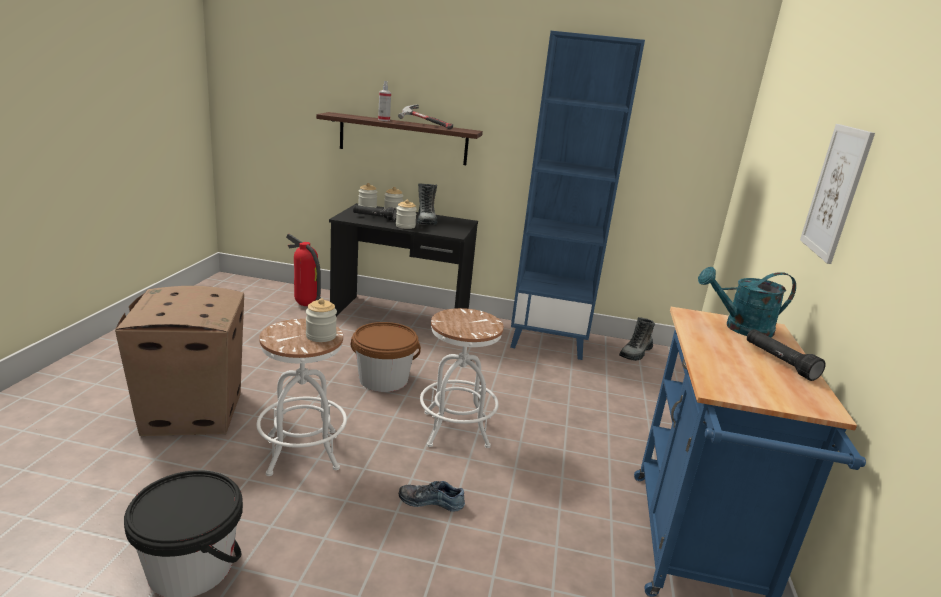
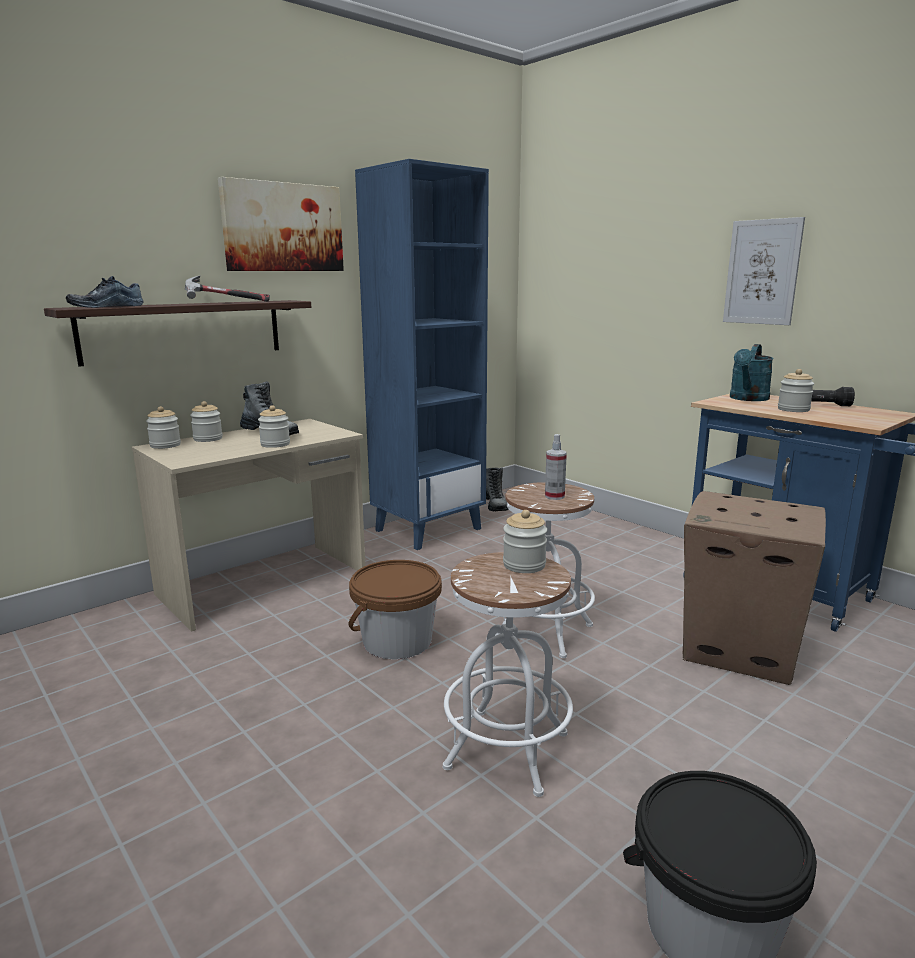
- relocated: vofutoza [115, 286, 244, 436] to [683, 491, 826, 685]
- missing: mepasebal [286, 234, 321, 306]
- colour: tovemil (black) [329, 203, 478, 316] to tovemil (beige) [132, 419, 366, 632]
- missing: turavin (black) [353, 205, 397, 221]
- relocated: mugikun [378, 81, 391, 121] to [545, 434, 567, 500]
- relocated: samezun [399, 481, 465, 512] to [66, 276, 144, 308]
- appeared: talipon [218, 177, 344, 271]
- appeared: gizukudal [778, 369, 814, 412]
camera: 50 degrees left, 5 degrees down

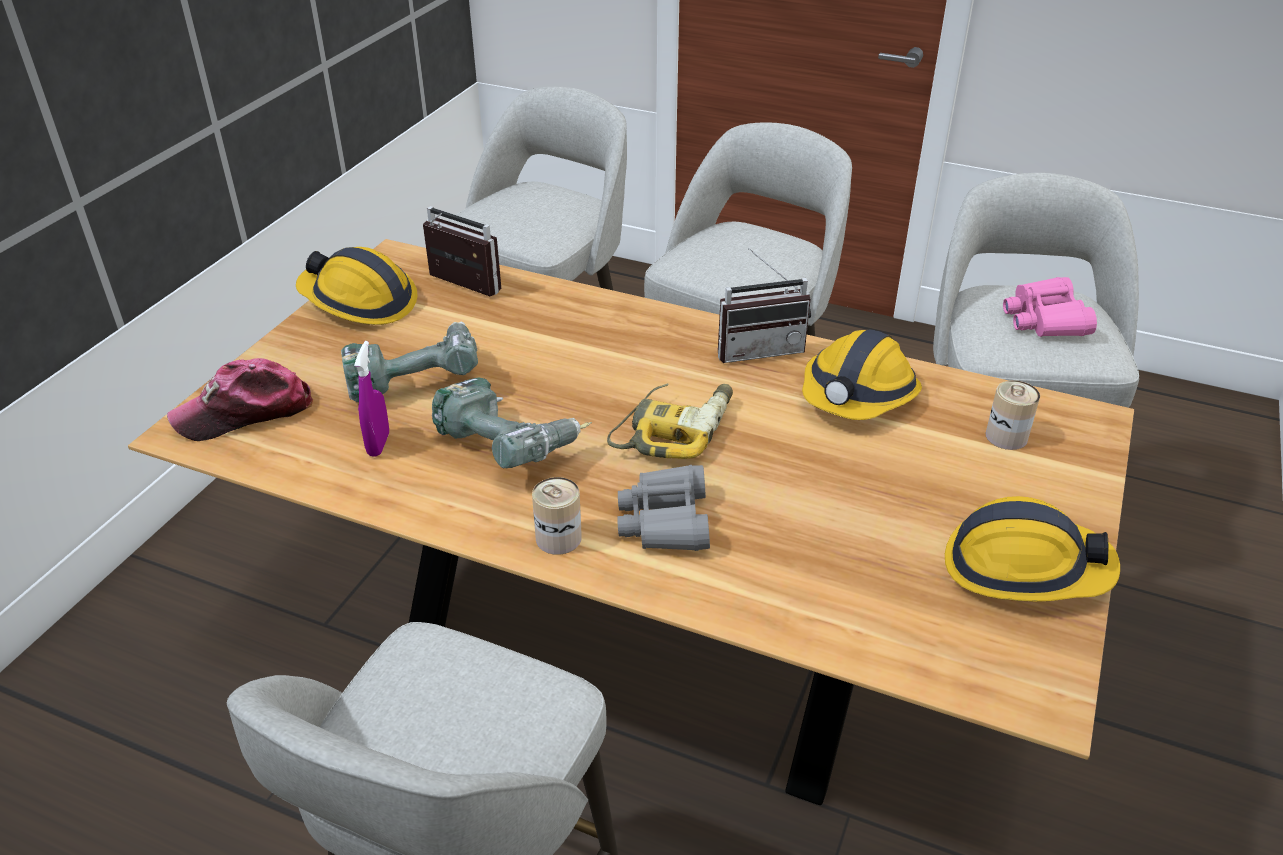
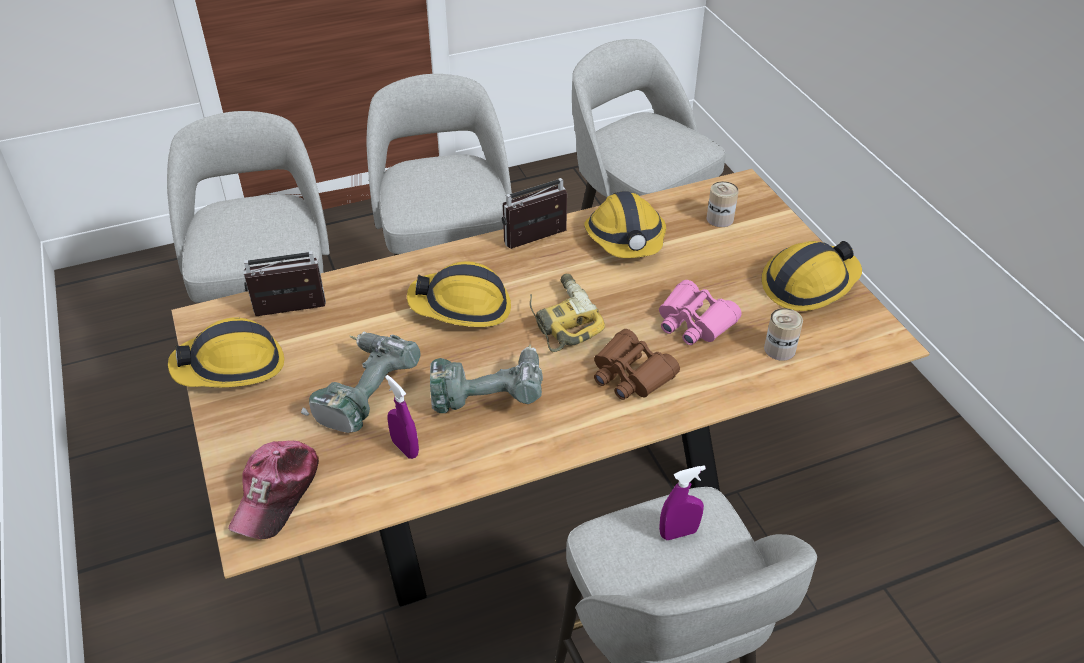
- relocated: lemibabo [532, 477, 582, 555] to [764, 308, 803, 361]
- colour: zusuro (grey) [617, 465, 710, 551] to zusuro (brown) [594, 329, 680, 400]
- spun: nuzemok [718, 248, 811, 363] = [502, 178, 567, 249] 150 degrees counterclockwise
- relocated: zusuro (pink) [1003, 277, 1097, 337] to [659, 280, 742, 345]
- appeared: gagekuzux [407, 261, 511, 327]
- appeared: mugikun (purple) [659, 465, 706, 540]
camera: 45 degrees left, 5 degrees up

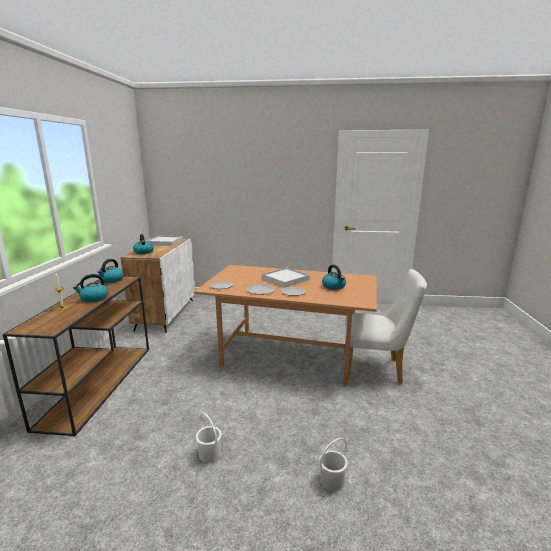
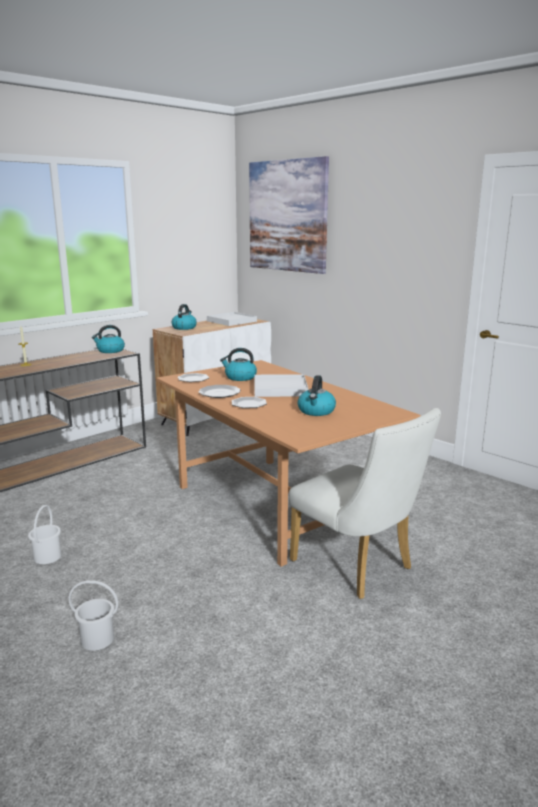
- relocated: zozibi [73, 274, 108, 302] to [220, 348, 257, 381]
- appeared: talipon [249, 156, 329, 274]
camera: 40 degrees right, 0 degrees up

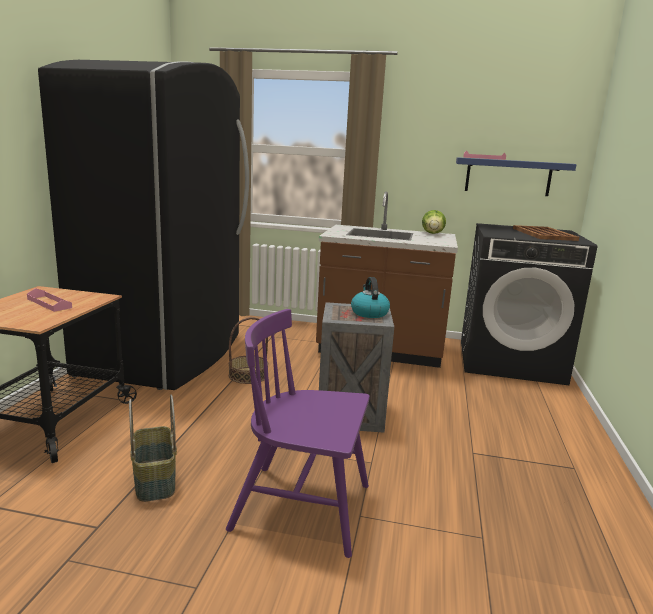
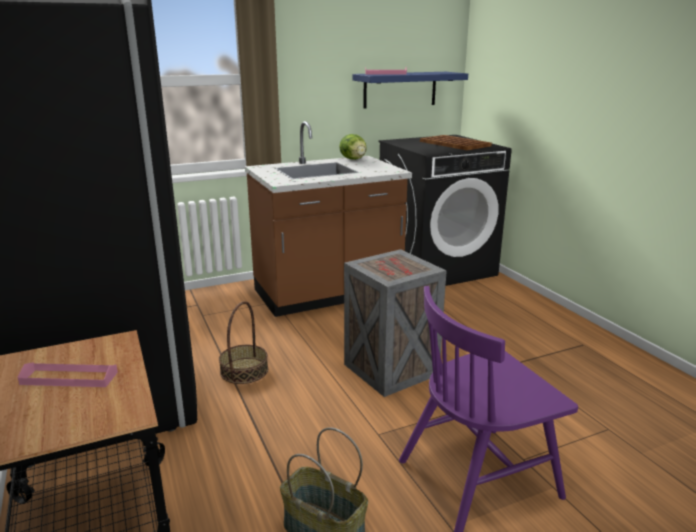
- missing: zozibi [351, 277, 390, 318]
camera: 35 degrees left, 5 degrees up

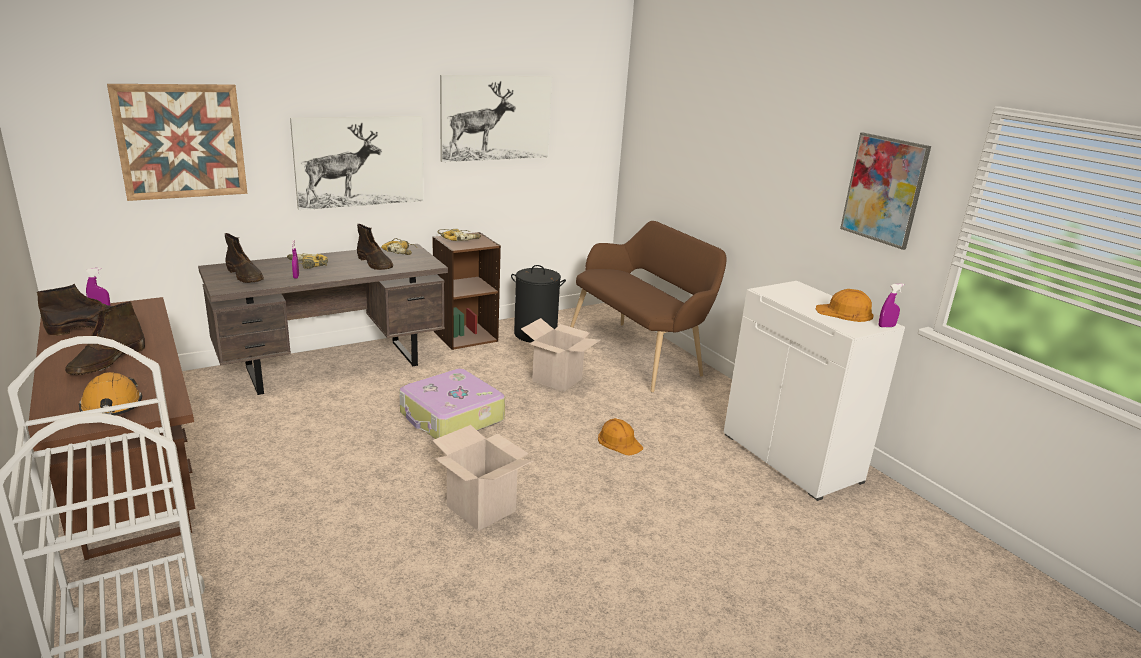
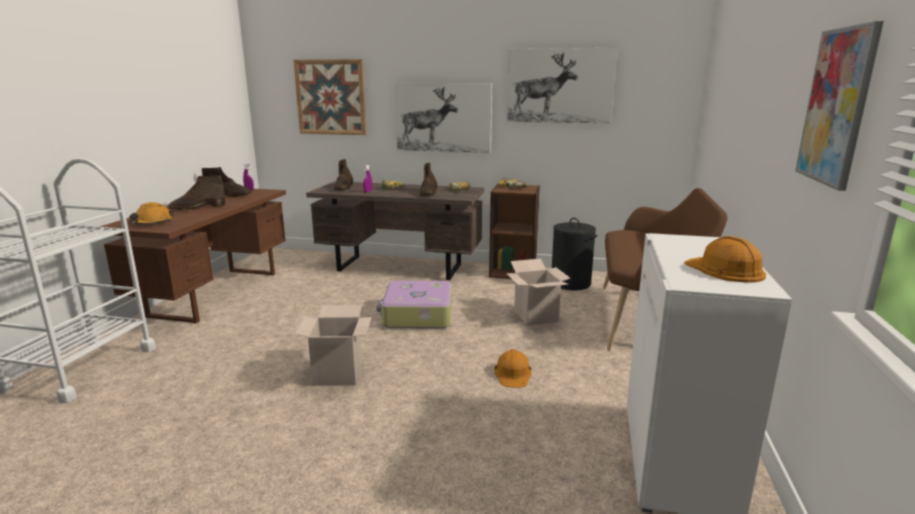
- missing: mugikun (purple) [879, 284, 904, 327]
camera: 45 degrees right, 5 degrees down

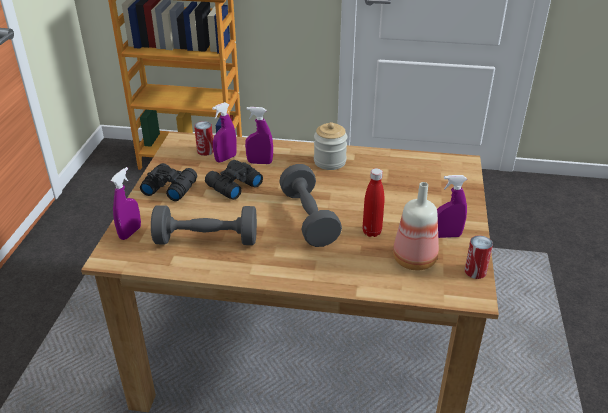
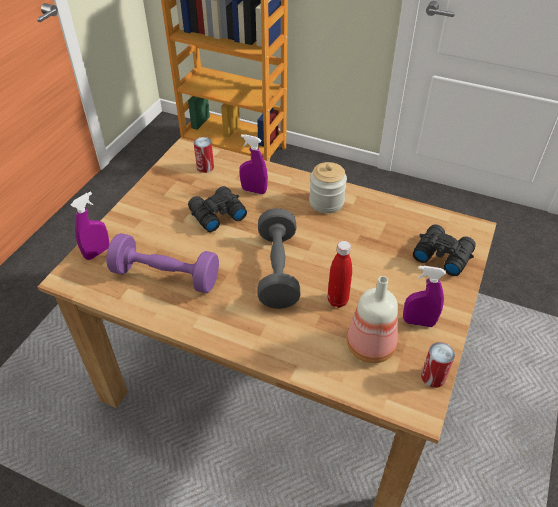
- relocated: zusuro (black) [140, 163, 197, 201] to [413, 224, 476, 276]
- colour: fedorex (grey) [151, 205, 257, 245] to fedorex (purple) [106, 233, 219, 293]
- missing: mugikun (purple) [212, 102, 237, 163]
camera: 15 degrees right, 10 degrees up

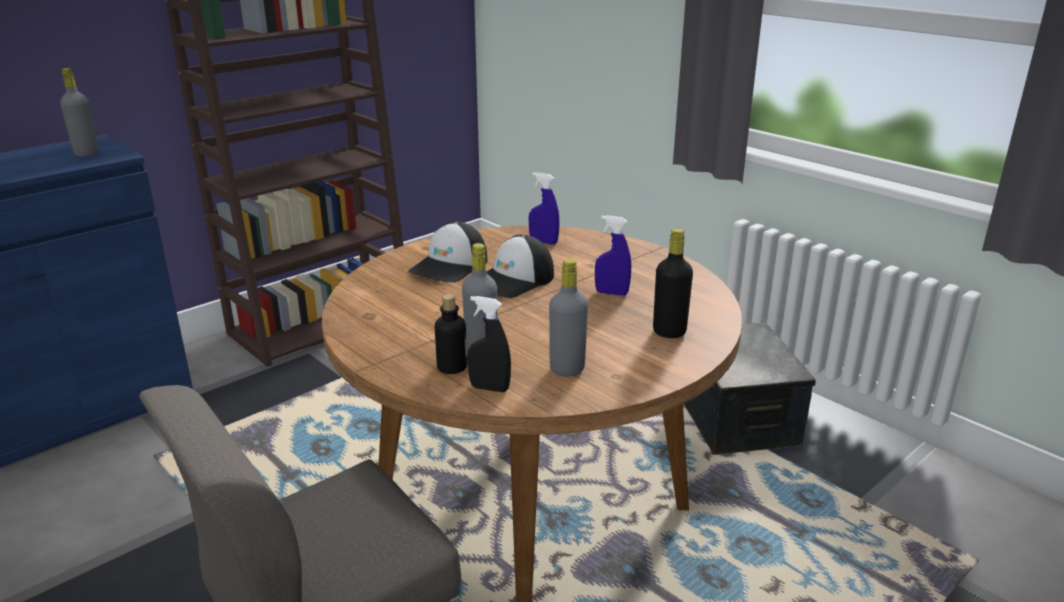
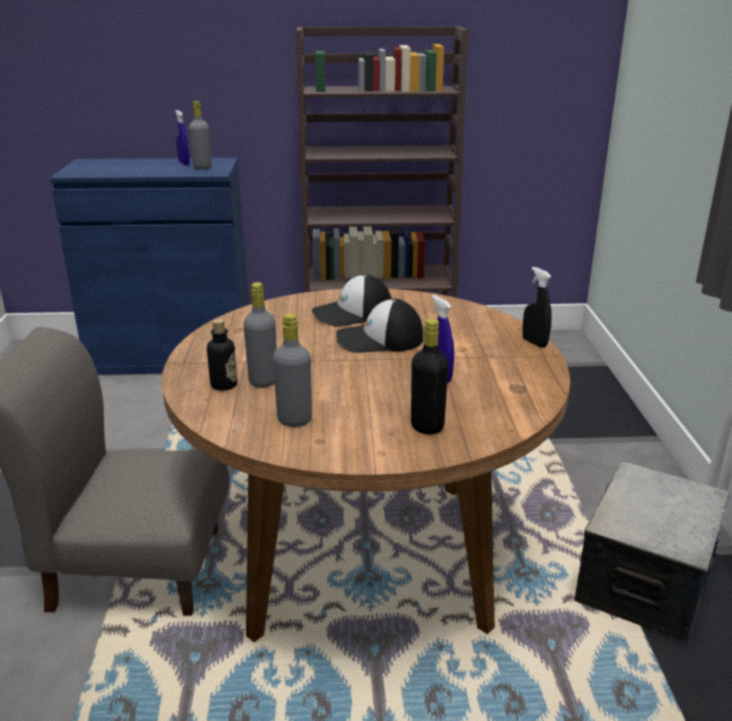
- relocated: mugikun (black) [467, 296, 511, 392] to [522, 267, 552, 348]
- relocated: mugikun (blue) [529, 172, 560, 245] to [175, 110, 190, 165]
camera: 40 degrees right, 0 degrees up

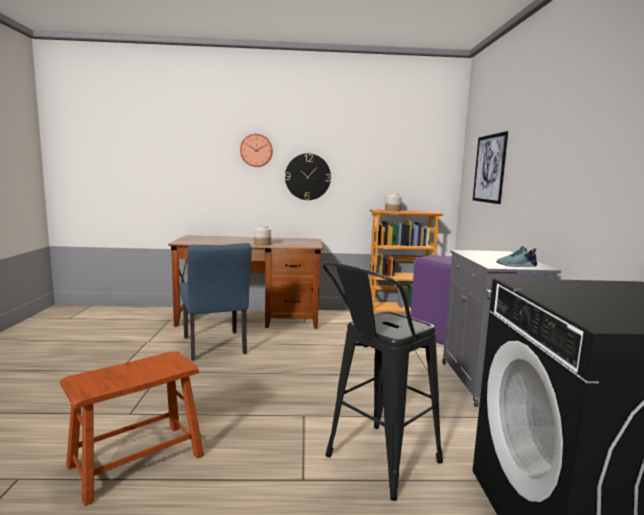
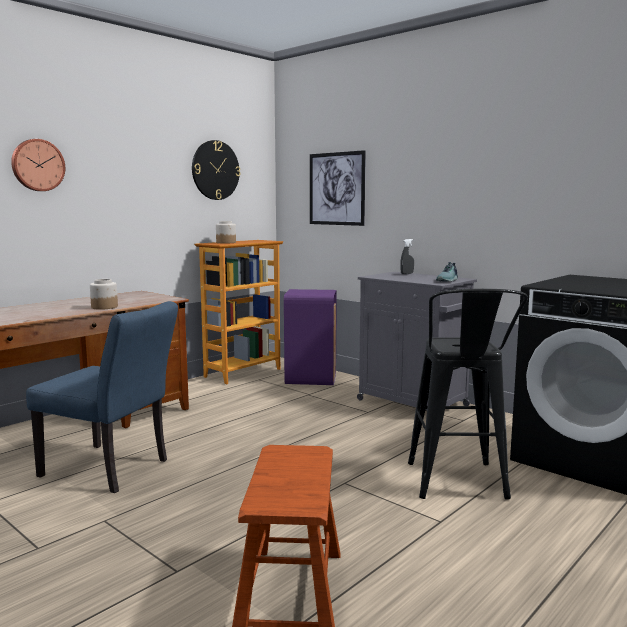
- relocated: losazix [285, 153, 331, 200] to [192, 140, 241, 200]
- appeared: mugikun (grey) [400, 239, 414, 274]
camera: 45 degrees left, 0 degrees up

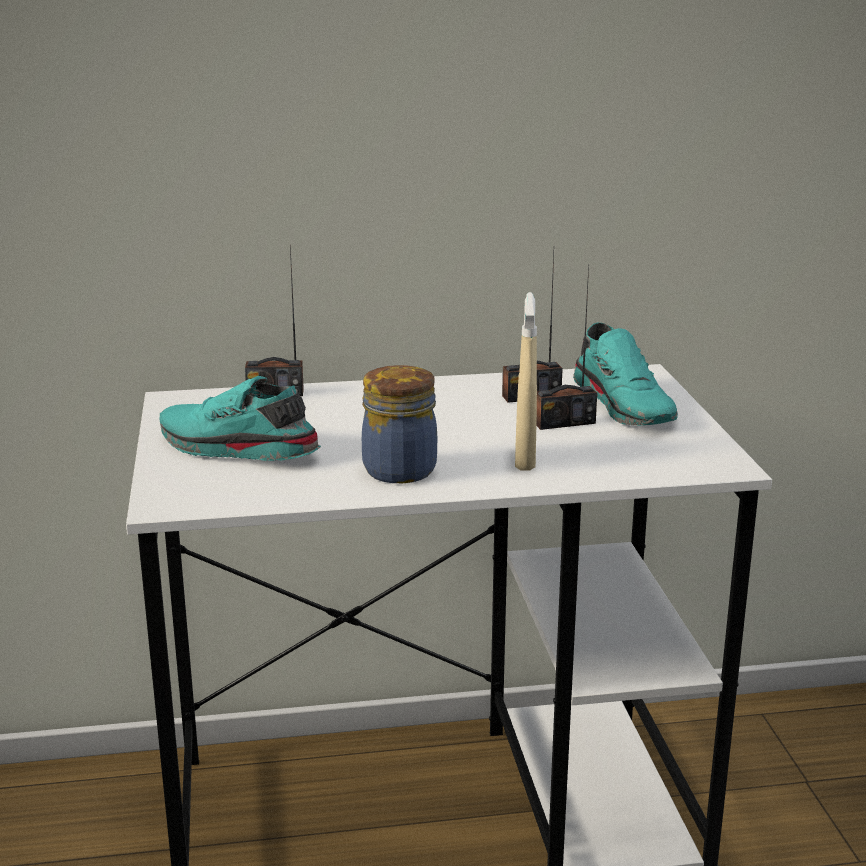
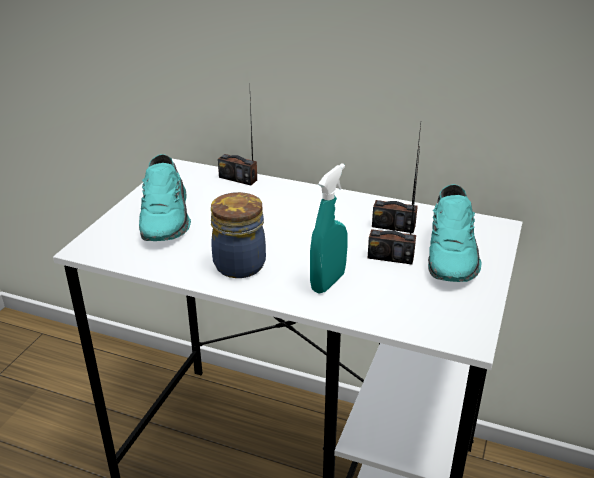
- spun: samezun (turquoise) [159, 376, 321, 461] = [139, 154, 191, 241] 150 degrees counterclockwise
- colour: mugikun (beige) [515, 292, 537, 471] to mugikun (turquoise) [310, 163, 348, 294]
camera: 30 degrees right, 10 degrees up

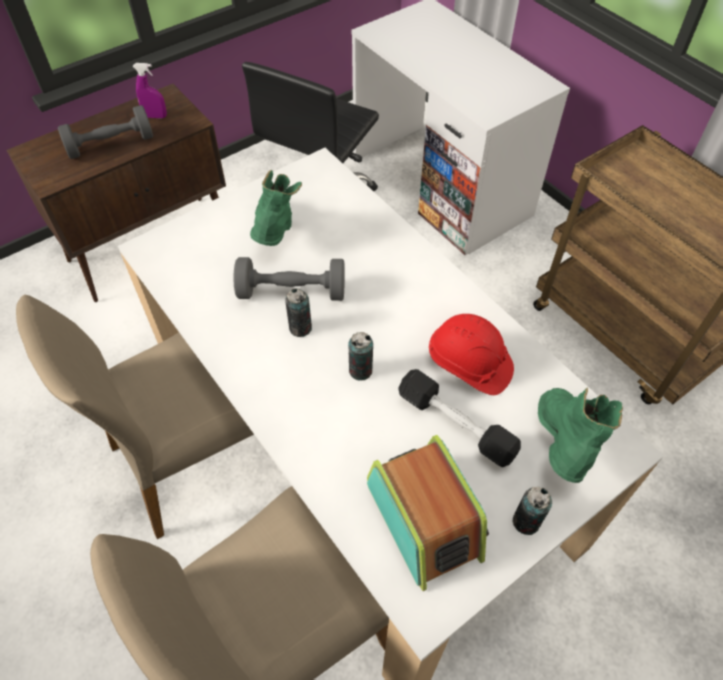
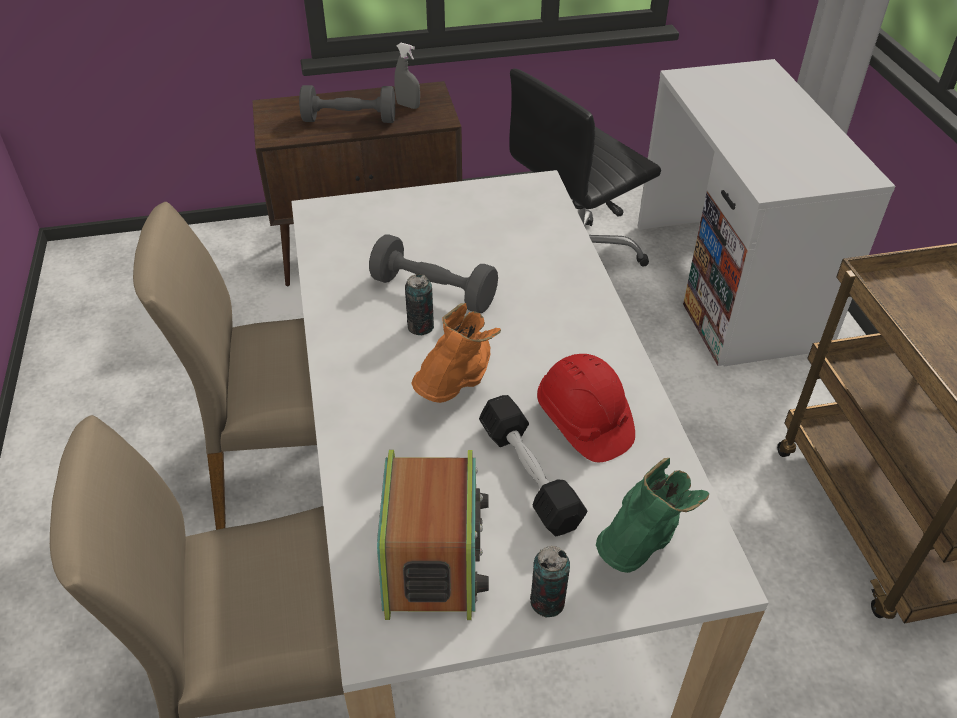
- colour: mugikun (purple) [133, 63, 167, 118] to mugikun (grey) [394, 43, 420, 109]
- missing: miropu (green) [250, 170, 302, 246]
- exchanged: lemibabo [348, 332, 373, 380] to miropu (orange) [411, 303, 501, 403]
camera: 25 degrees right, 10 degrees down

